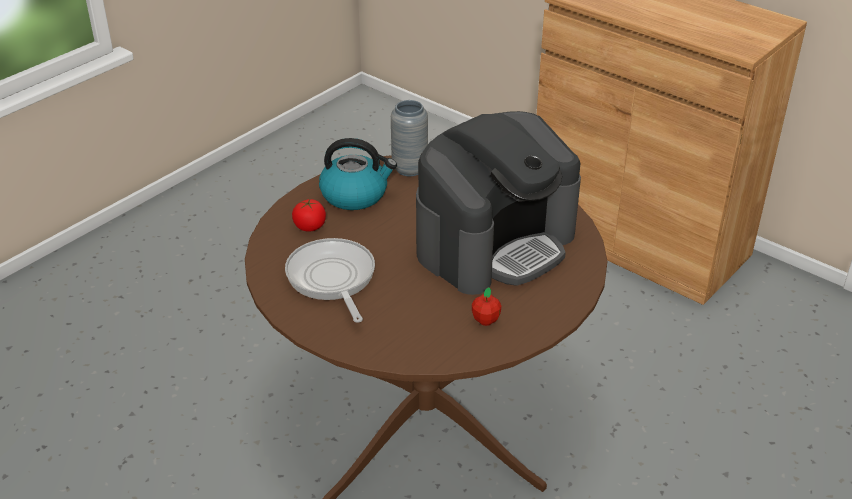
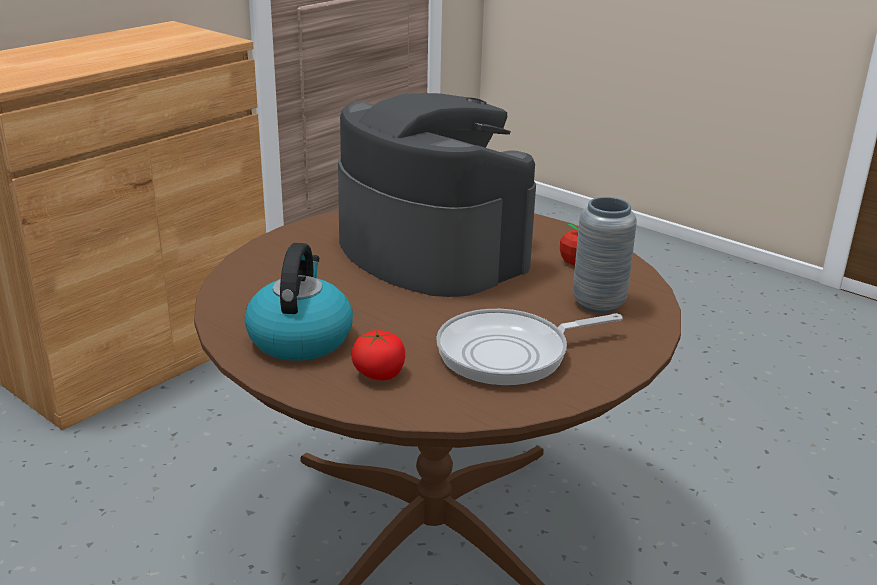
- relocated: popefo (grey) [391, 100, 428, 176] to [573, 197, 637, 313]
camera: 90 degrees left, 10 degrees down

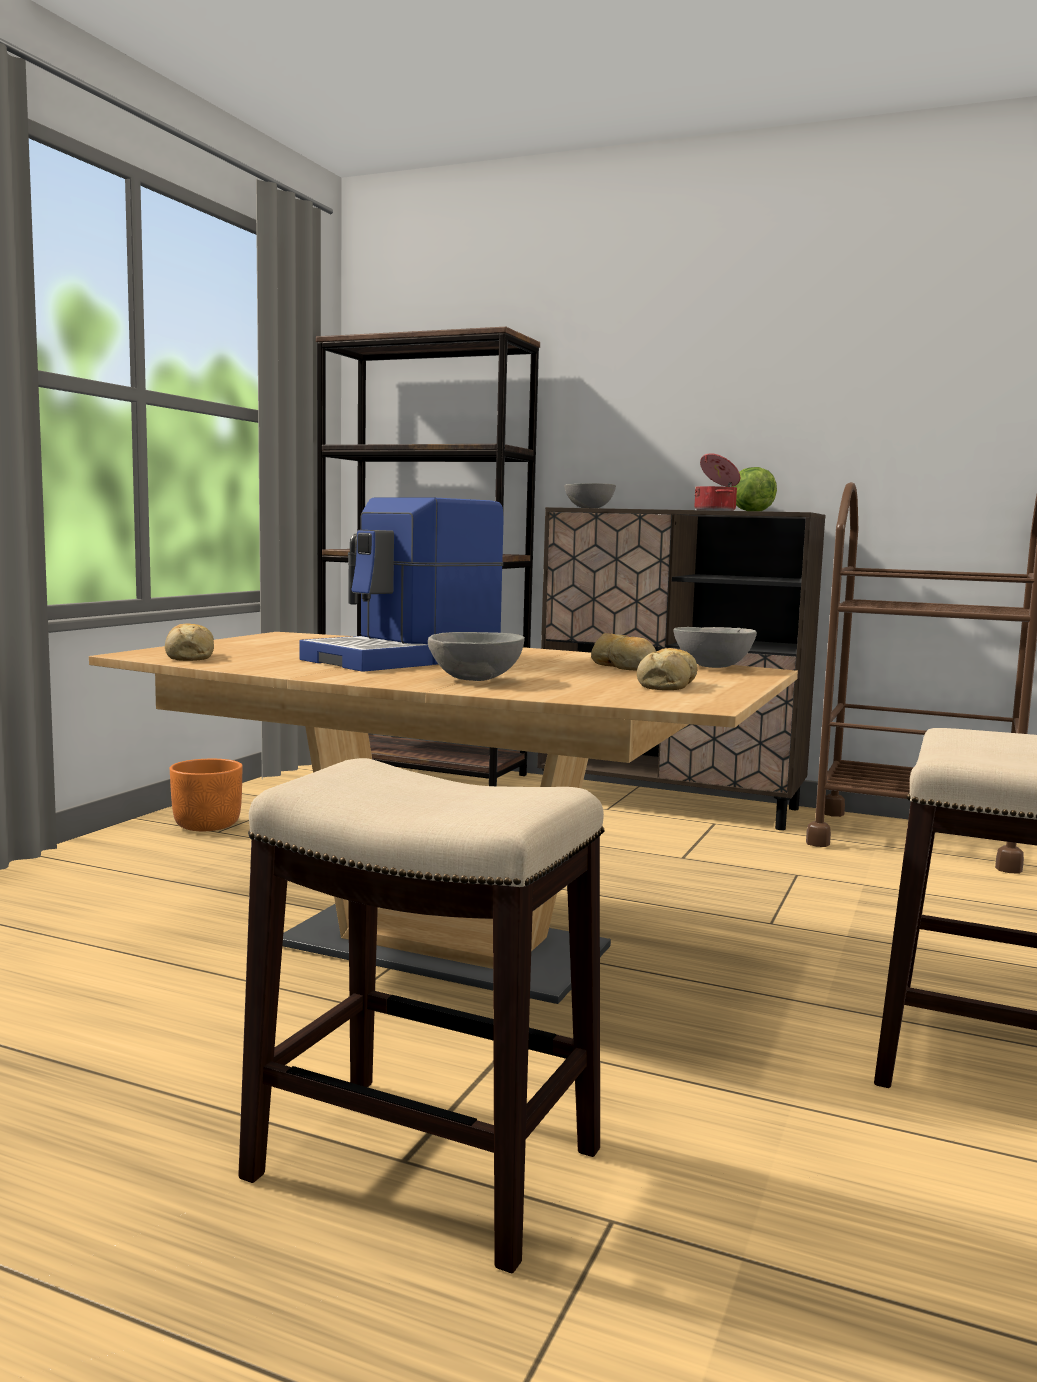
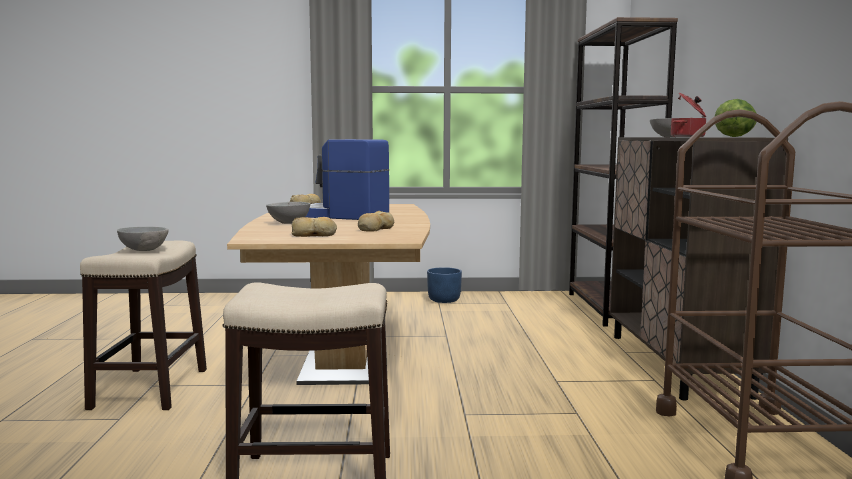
- colour: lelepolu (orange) [169, 759, 243, 831] to lelepolu (blue) [427, 267, 462, 303]
- relocated: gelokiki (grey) [673, 627, 757, 668] to [117, 227, 169, 251]
camera: 65 degrees right, 0 degrees up

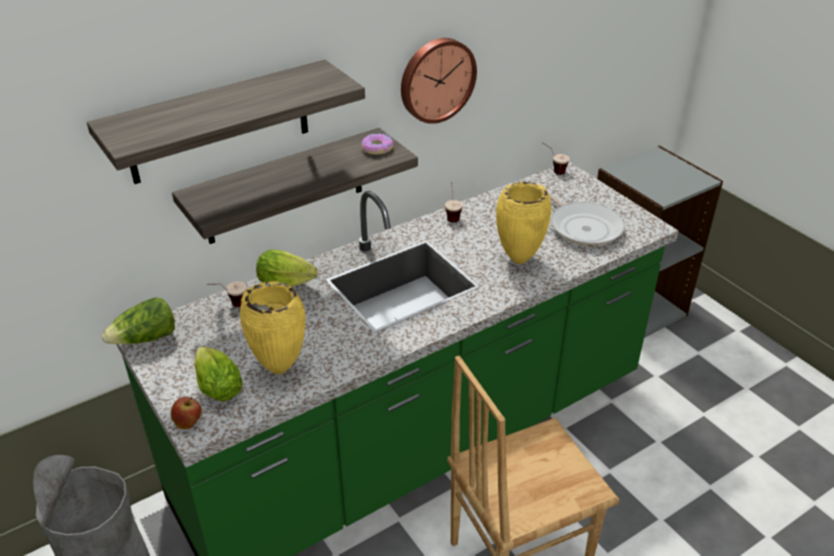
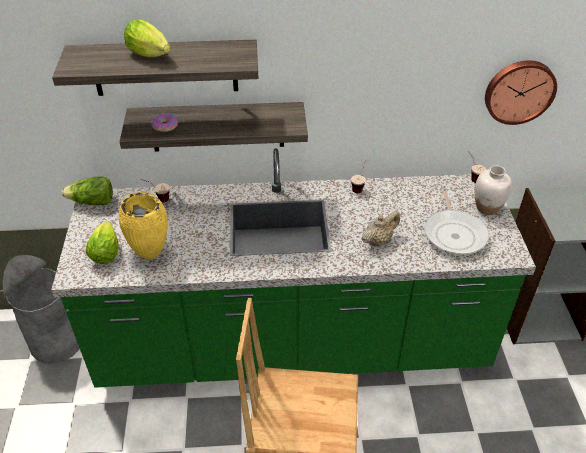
- missing: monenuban [171, 397, 201, 429]
- relocated: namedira [256, 250, 318, 287] to [124, 19, 170, 57]
- relocated: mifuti [361, 133, 393, 155] to [151, 113, 178, 132]
- relocated: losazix [401, 38, 477, 124] to [485, 60, 557, 125]
- exchanged: popefo (yellow) [496, 182, 551, 264] to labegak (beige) [362, 211, 400, 247]
- appeared: popefo (white) [475, 165, 512, 215]
camera: 30 degrees right, 5 degrees up

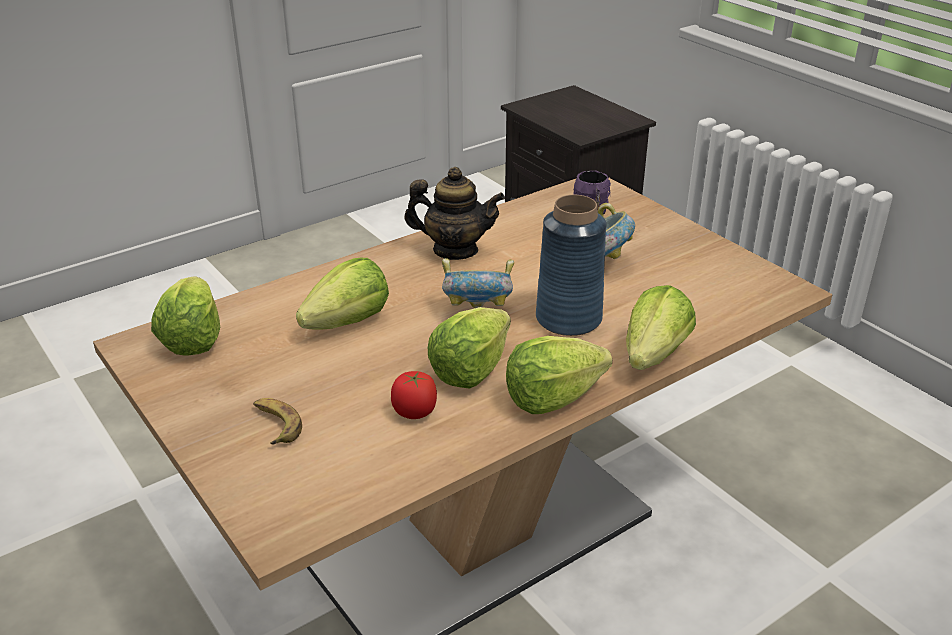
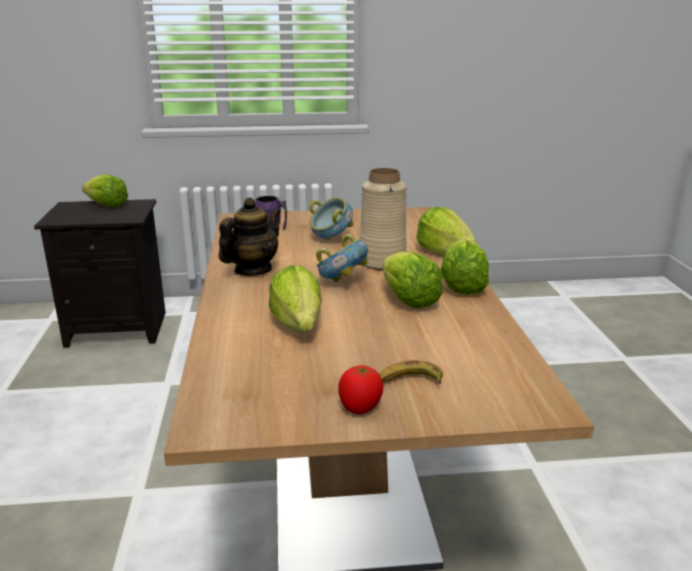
- relocated: namedira [151, 276, 220, 356] to [82, 174, 128, 207]
- relocated: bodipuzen [391, 371, 437, 419] to [338, 365, 384, 414]
- colour: popefo (blue) [536, 195, 607, 336] to popefo (beige) [360, 168, 407, 270]
camera: 60 degrees left, 10 degrees down

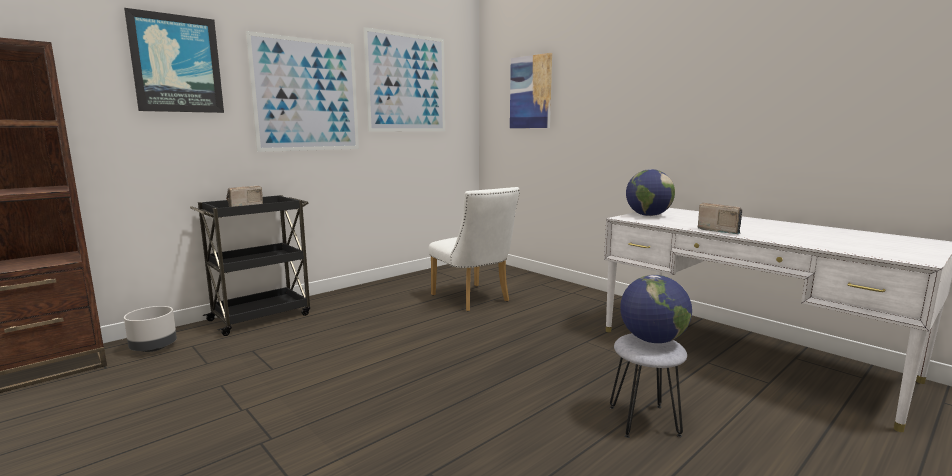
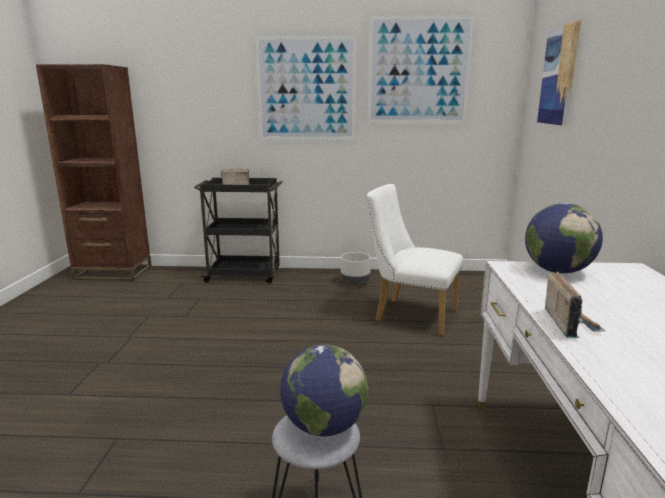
- missing: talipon [124, 8, 224, 113]
- relocated: lelepolu (grey) [124, 306, 177, 352] to [341, 252, 371, 285]
- spun: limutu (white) [429, 187, 520, 312] = [366, 184, 463, 336] 105 degrees clockwise
camera: 45 degrees right, 5 degrees up

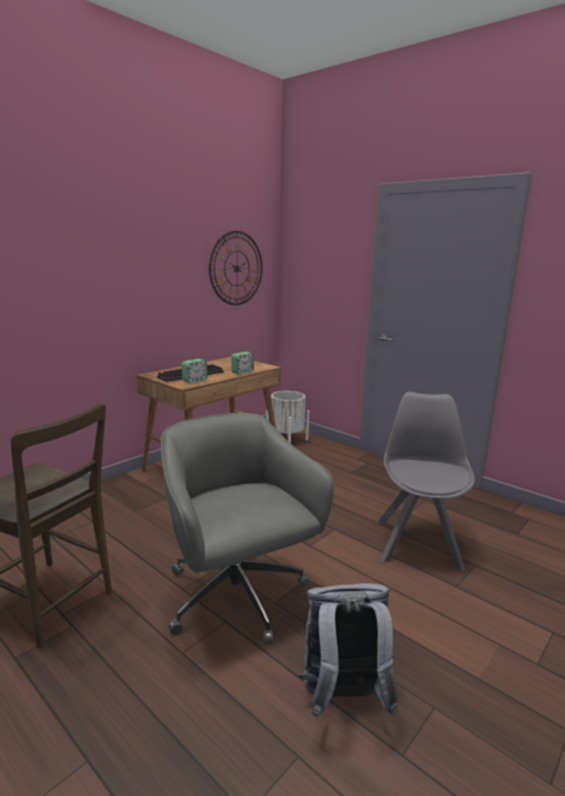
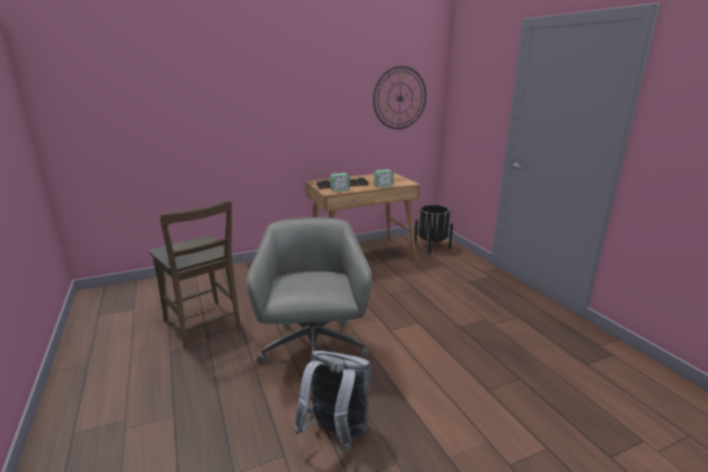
- colour: lelepolu (white) [266, 391, 309, 443] to lelepolu (black) [415, 205, 453, 254]
- missing: limutu (grey) [378, 392, 475, 571]
camera: 25 degrees right, 5 degrees up

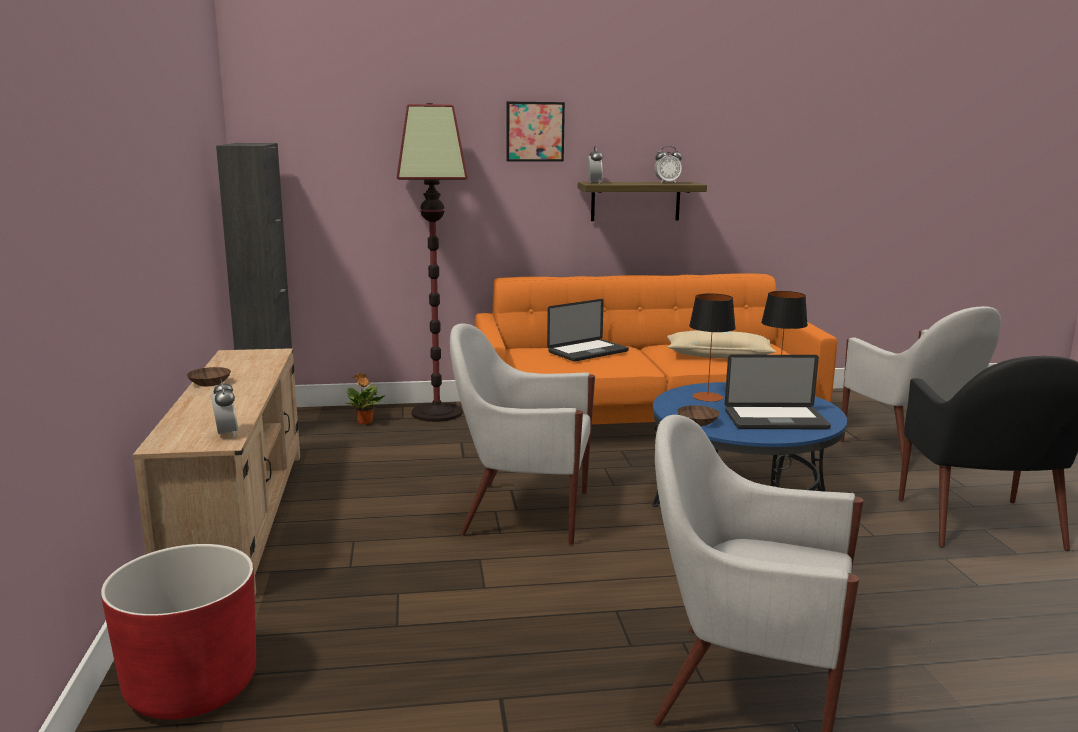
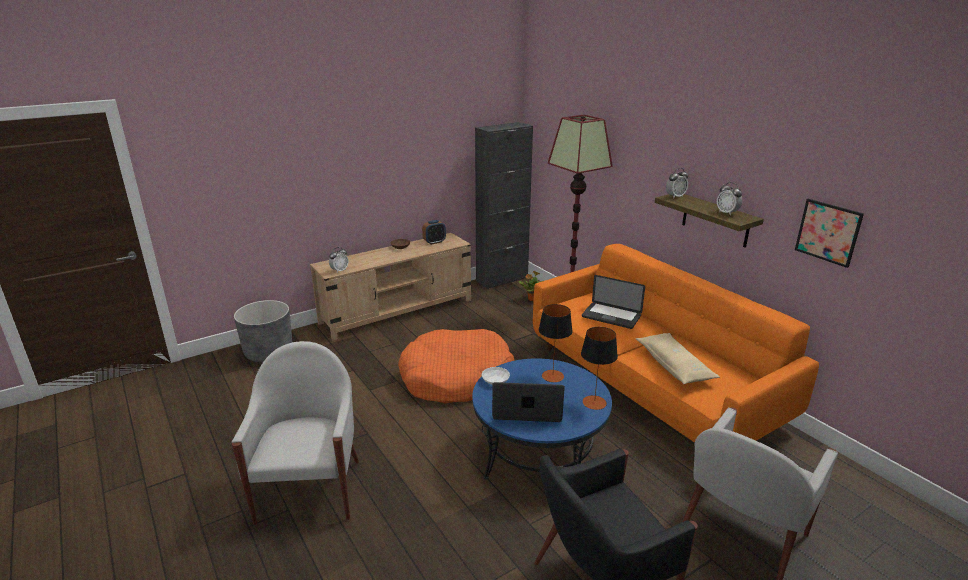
- colour: lelepolu (red) [101, 544, 256, 720] to lelepolu (grey) [234, 300, 292, 363]
- exchanged: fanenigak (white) [450, 323, 595, 545] to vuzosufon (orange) [398, 329, 515, 404]
- relocated: talipon [507, 102, 565, 162] to [795, 199, 864, 268]
- colour: gelokiki (brown) [677, 405, 719, 426] to gelokiki (white) [482, 367, 510, 385]
- spun: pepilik [725, 354, 831, 429] = [492, 382, 565, 422] 120 degrees clockwise
- appeared: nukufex [422, 220, 446, 245]
camera: 65 degrees right, 10 degrees up

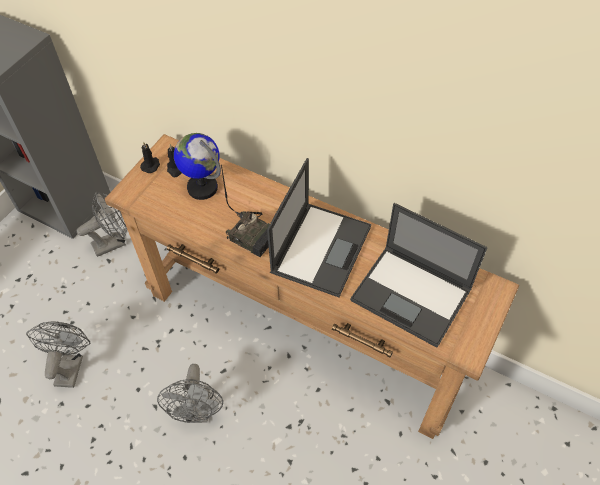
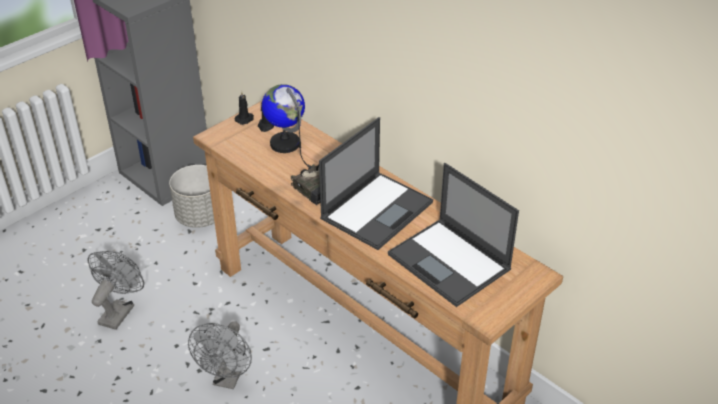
- exchanged: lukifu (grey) [77, 192, 127, 257] to lelepolu (grey) [169, 165, 215, 228]
camera: 15 degrees right, 15 degrees down

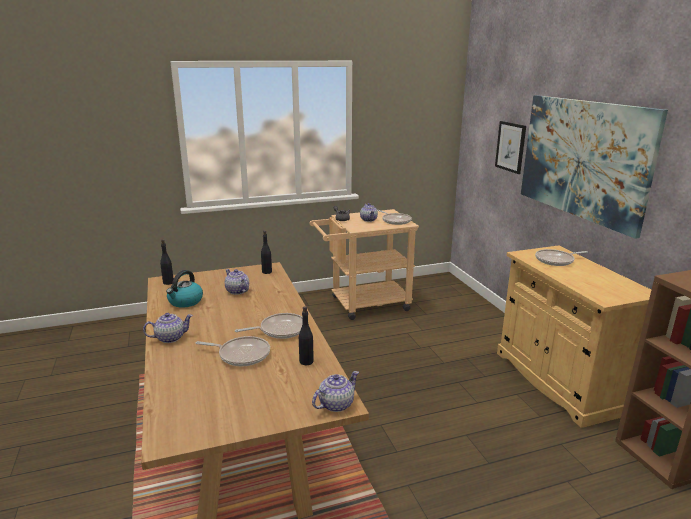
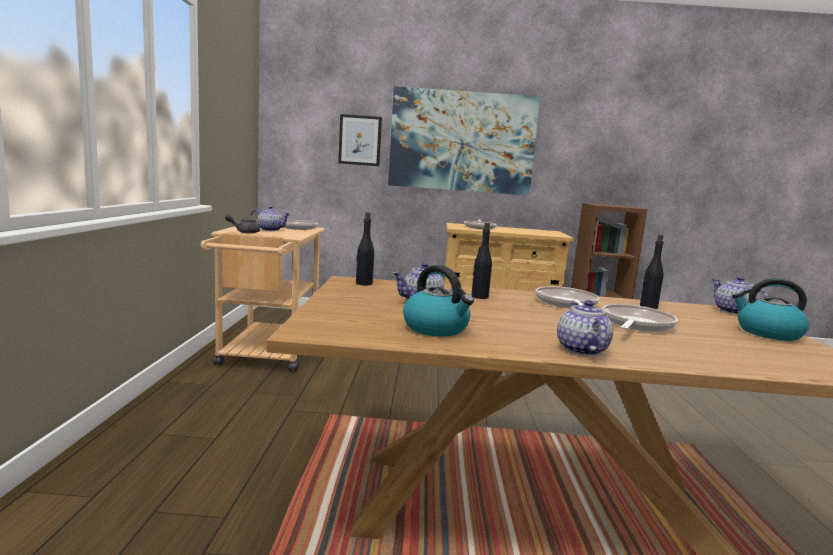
- relocated: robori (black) [160, 239, 174, 285] to [472, 223, 492, 299]
- appeared: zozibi [732, 278, 809, 341]
camera: 70 degrees left, 10 degrees down

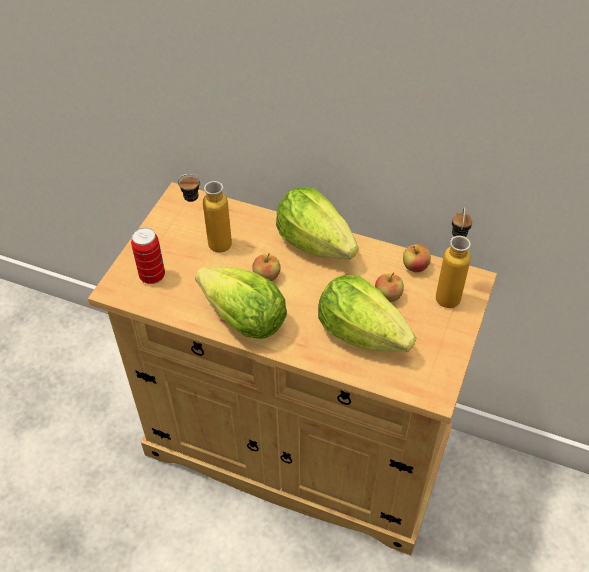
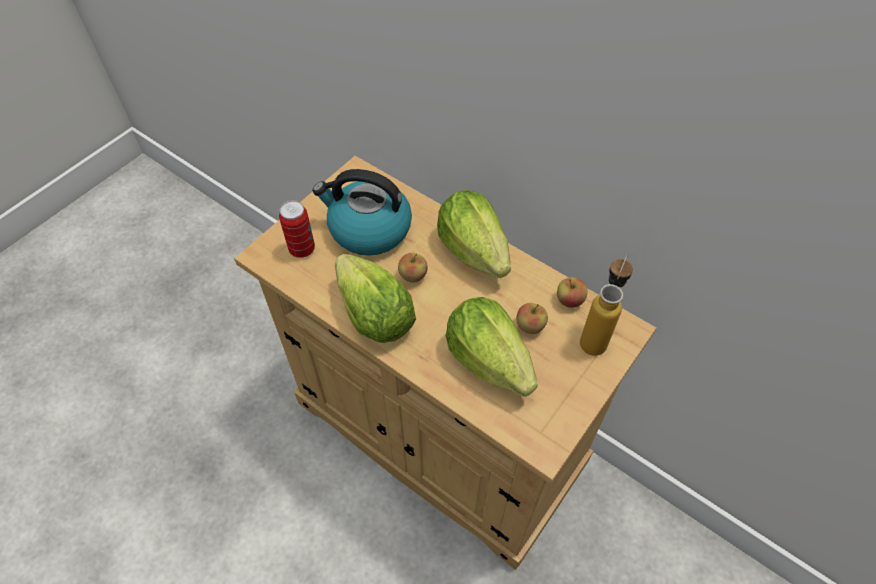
- exchanged: robori [178, 174, 232, 253] to zozibi [313, 169, 412, 256]
camera: 15 degrees right, 5 degrees up

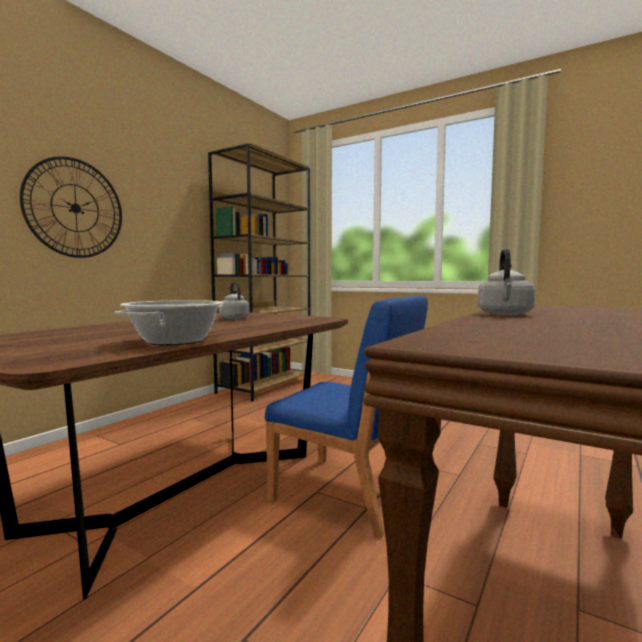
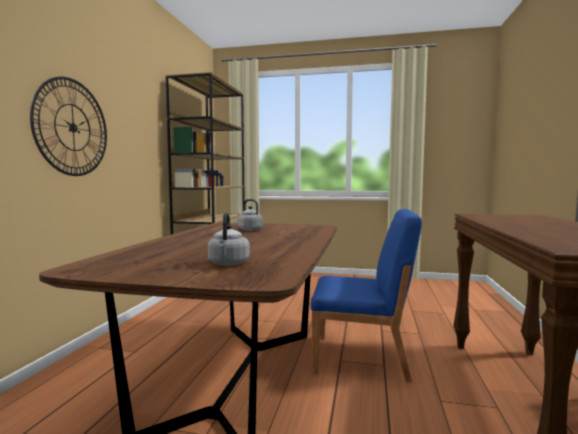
- missing: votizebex [115, 300, 224, 345]
- relocated: zozibi (grey) [478, 249, 535, 315] to [208, 212, 250, 266]
camera: 20 degrees left, 0 degrees up

